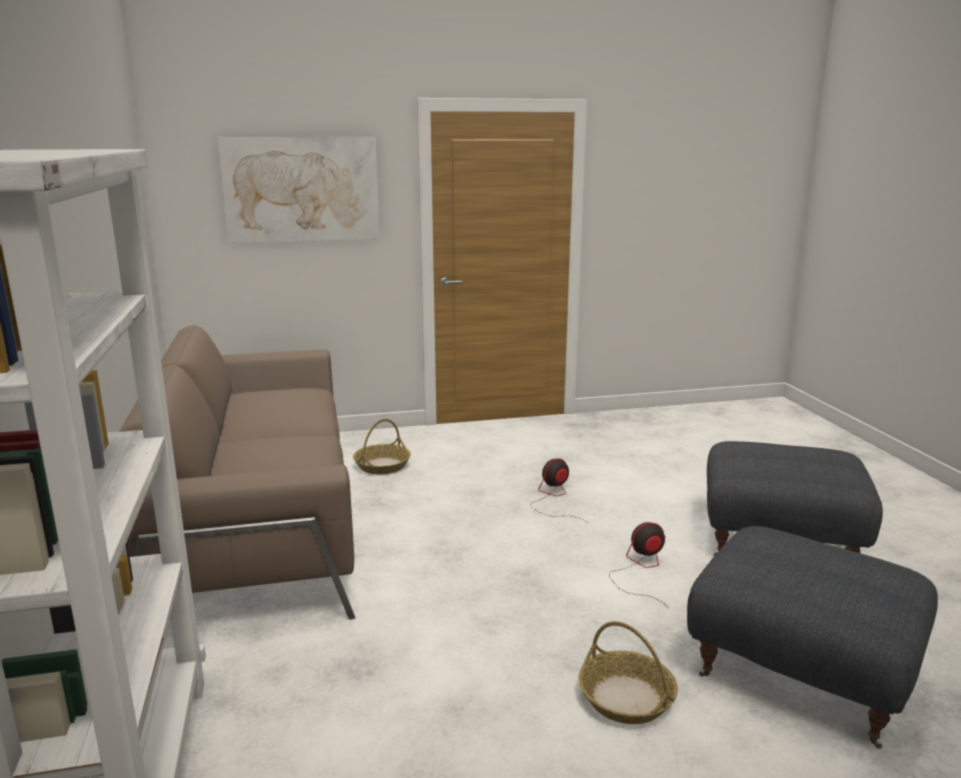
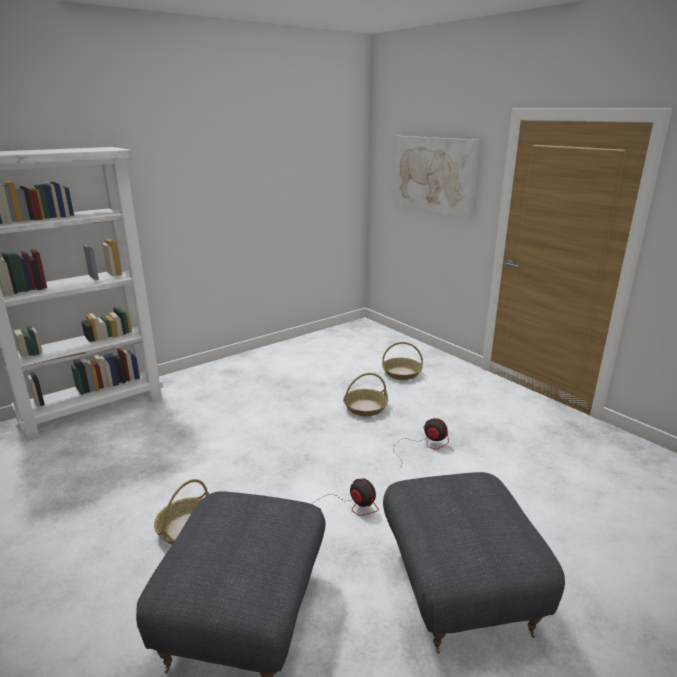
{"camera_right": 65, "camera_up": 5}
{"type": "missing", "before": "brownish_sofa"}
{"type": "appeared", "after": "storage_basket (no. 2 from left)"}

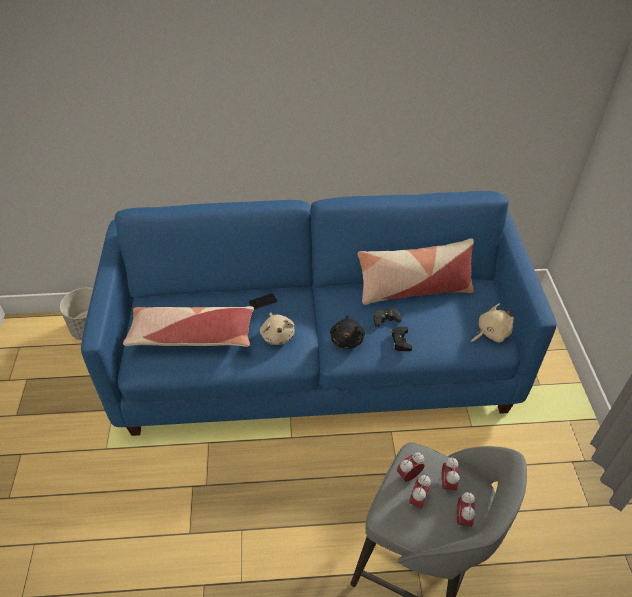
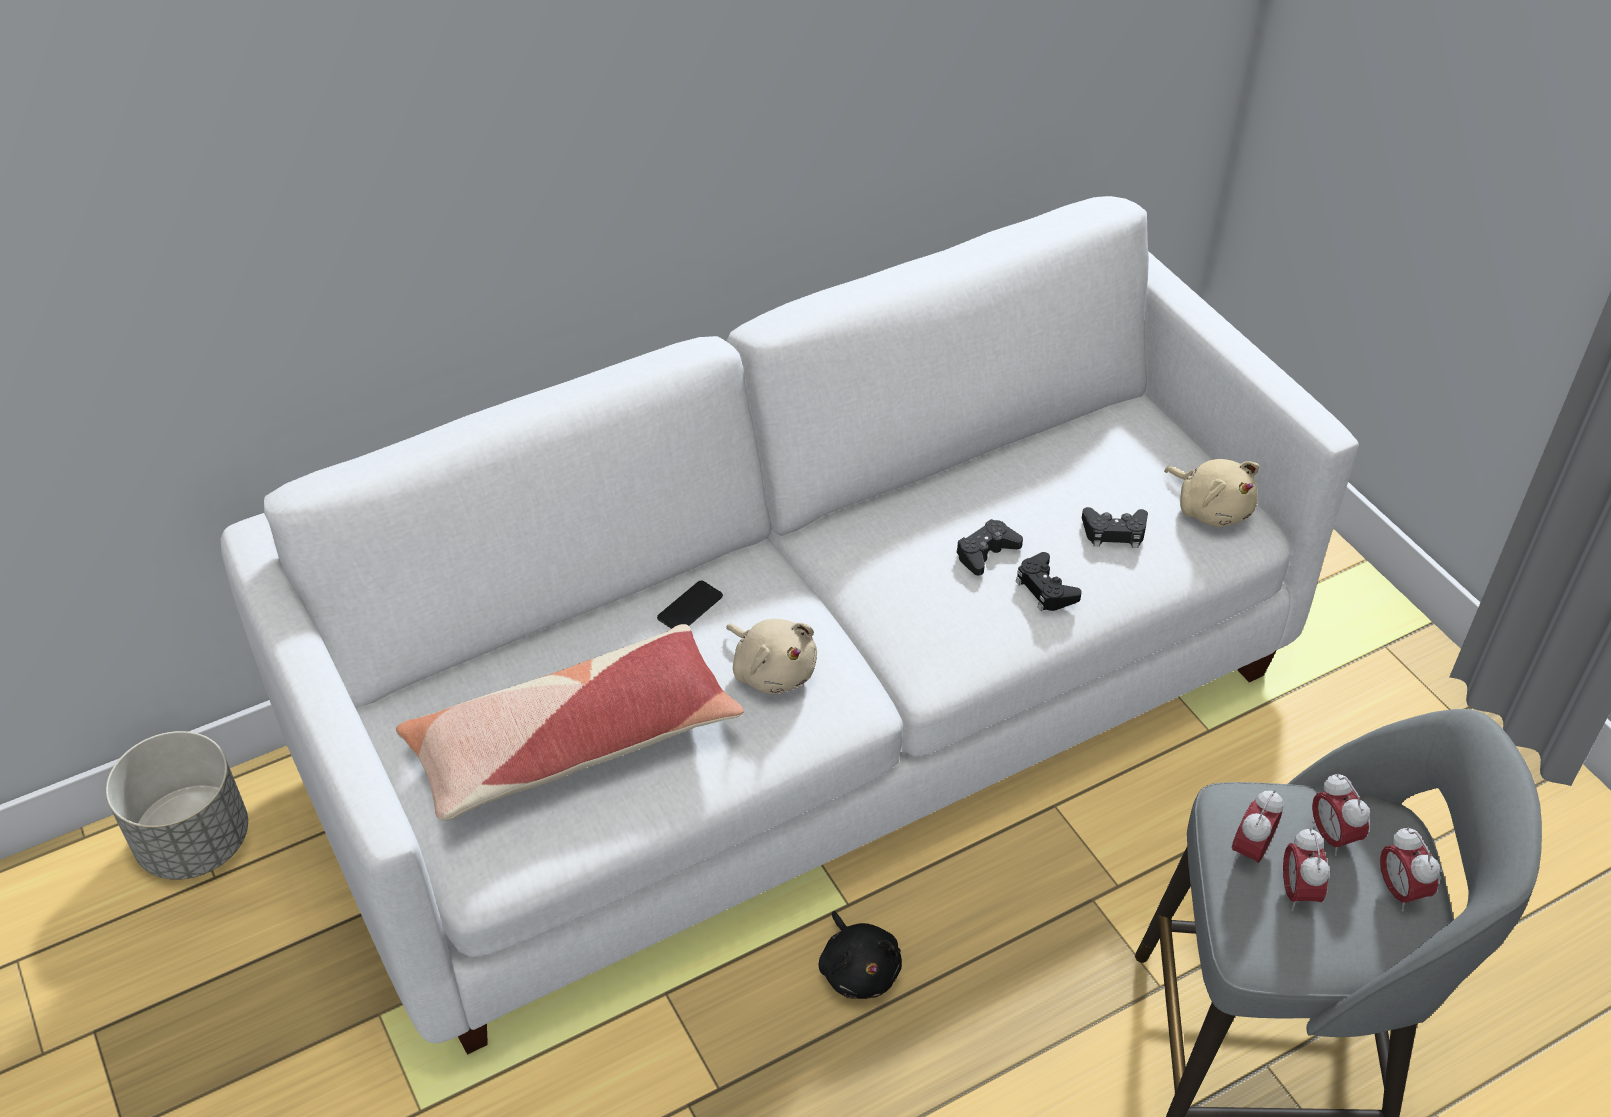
{"camera_right": -25, "camera_up": 0}
{"type": "missing", "before": "cushion (no. 2 from left)"}
{"type": "appeared", "after": "black_joypad (no. 3 from left)"}
{"type": "relocated", "before": "black_plush_toy"}
{"type": "colour", "before": "bluish_sofa", "after": "white_sofa"}
{"type": "spun", "before": "beige_plush_toy (no. 2 from left)", "turn": 105}

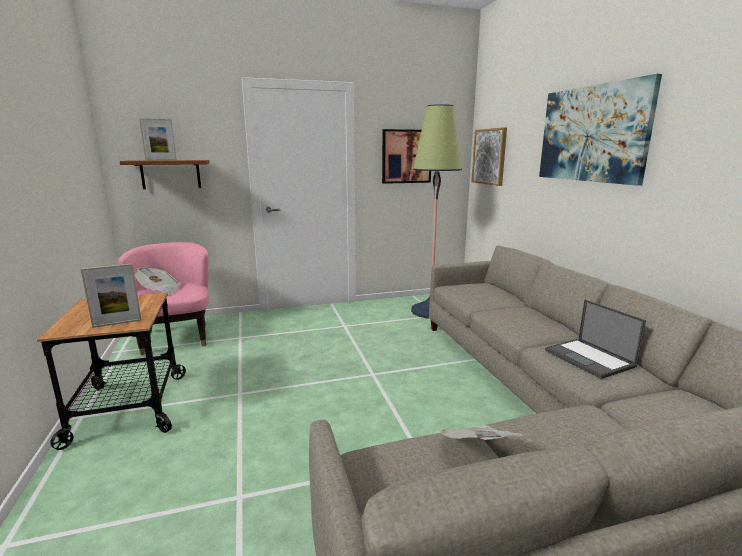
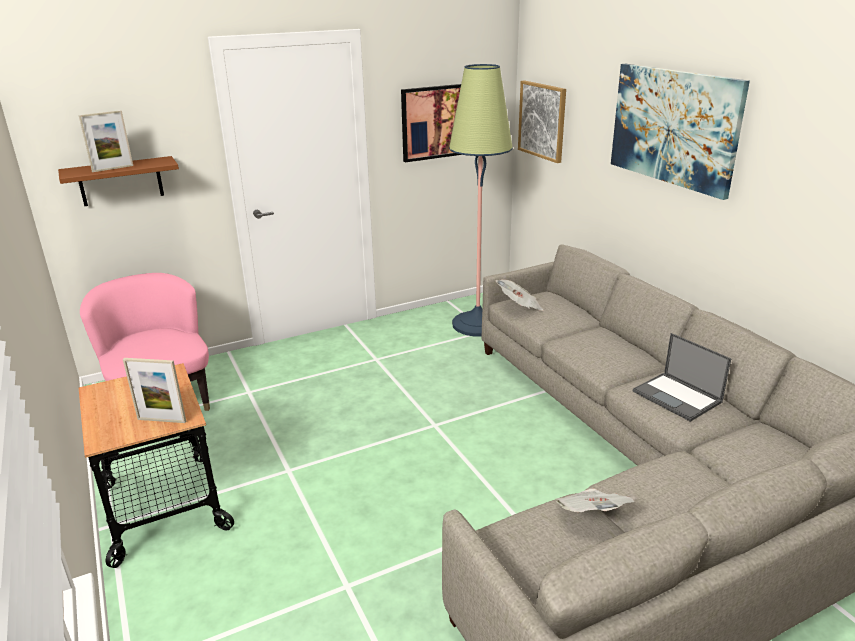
{"camera_right": -10, "camera_up": 10}
{"type": "relocated", "before": "daily_paper (no. 1 from left)"}
{"type": "spun", "before": "picture_frame (no. 1 from left in the first image)", "turn": 45}

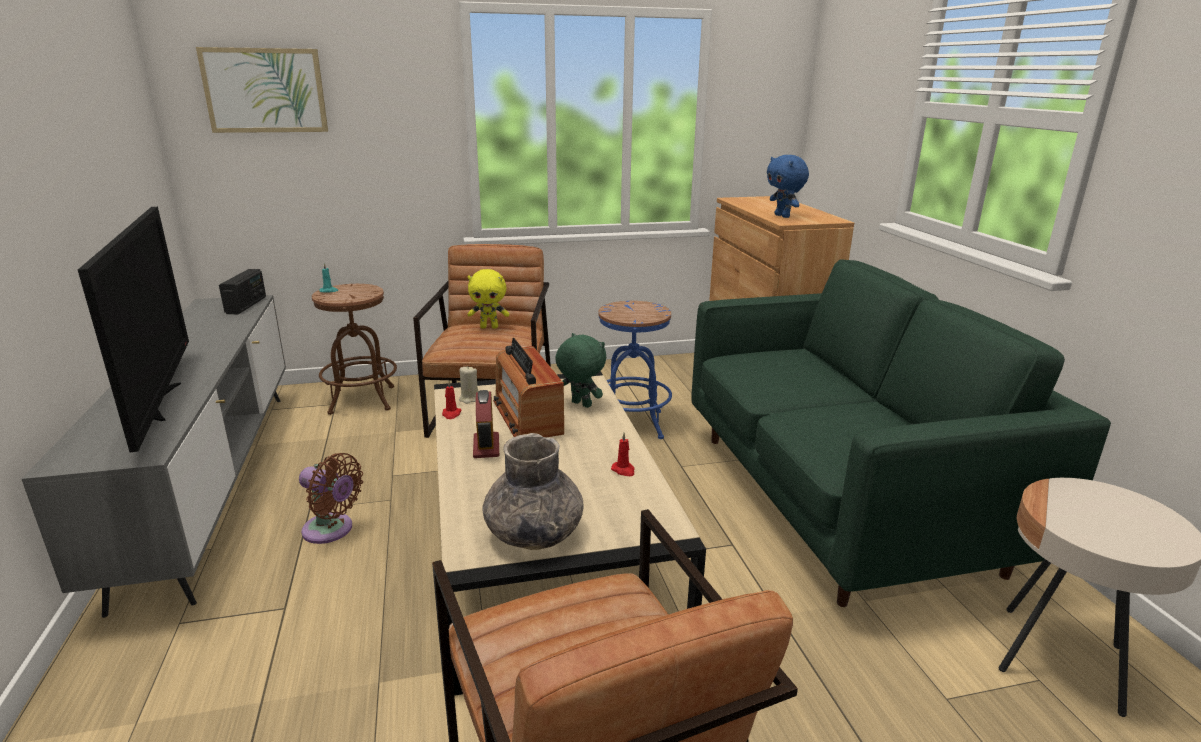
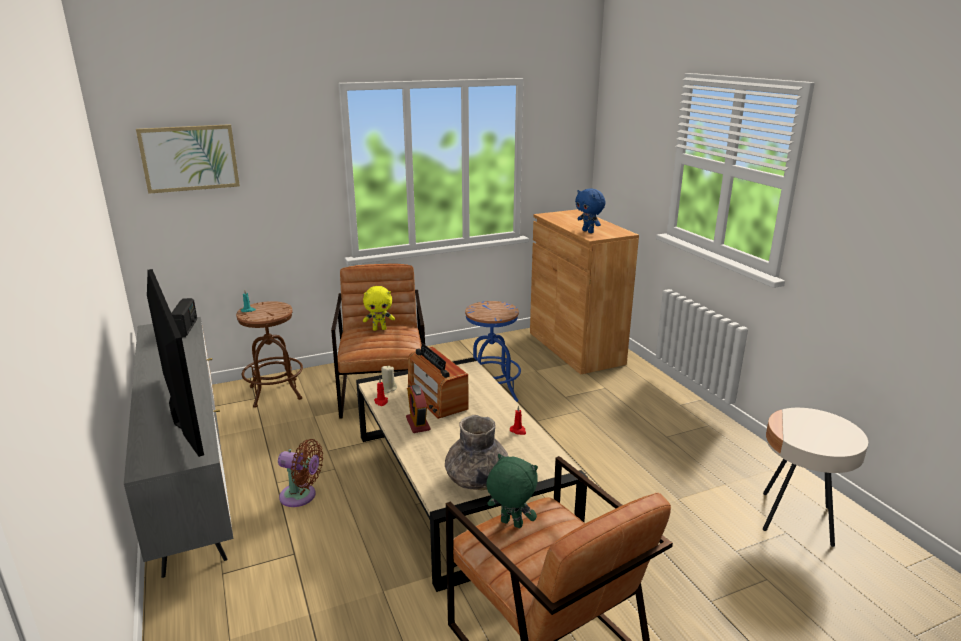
{"camera_right": -10, "camera_up": 0}
{"type": "missing", "before": "green-coloured_sofa"}
{"type": "relocated", "before": "green-coloured_plush_toy"}

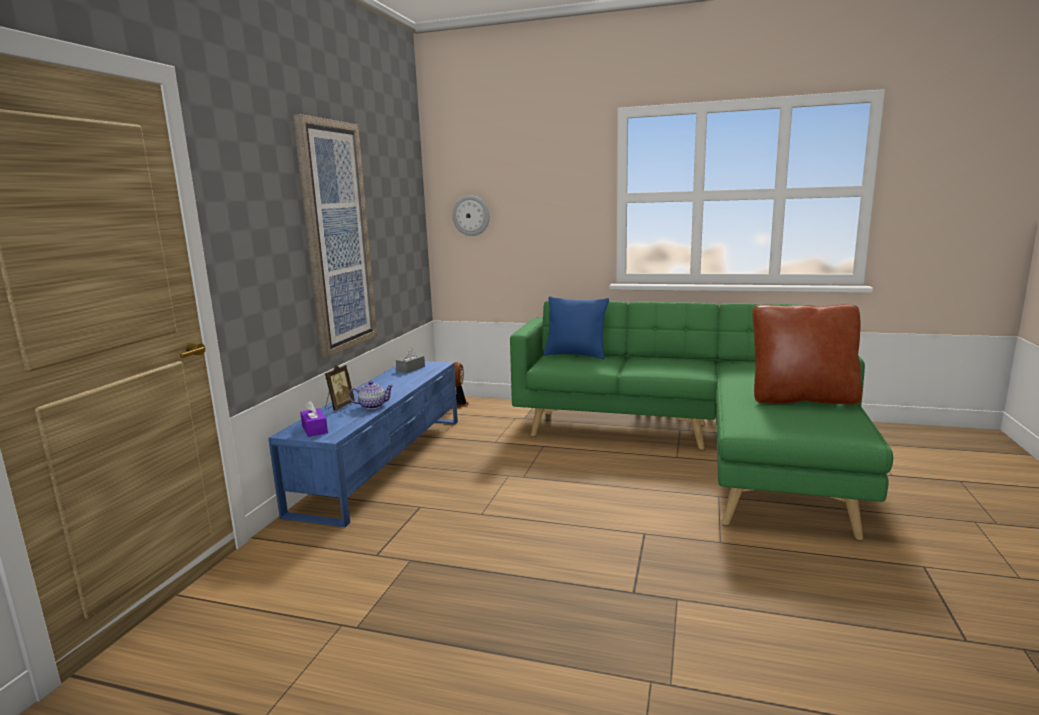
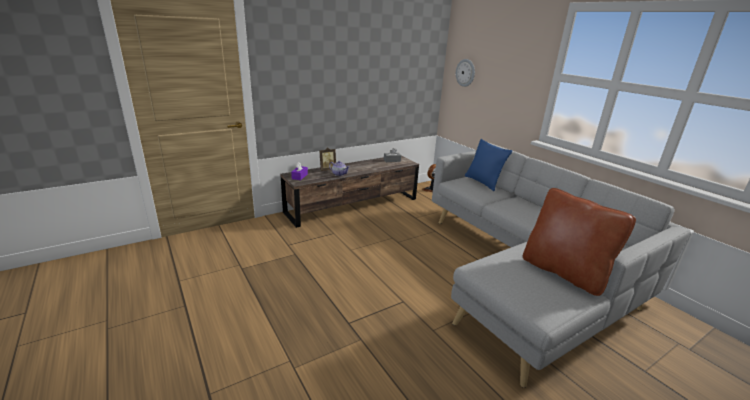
{"camera_right": 40, "camera_up": 10}
{"type": "missing", "before": "picture"}
{"type": "colour", "before": "bluish_tv_unit", "after": "brownish_tv_unit"}
{"type": "colour", "before": "green-coloured_sofa", "after": "greyish_sofa"}

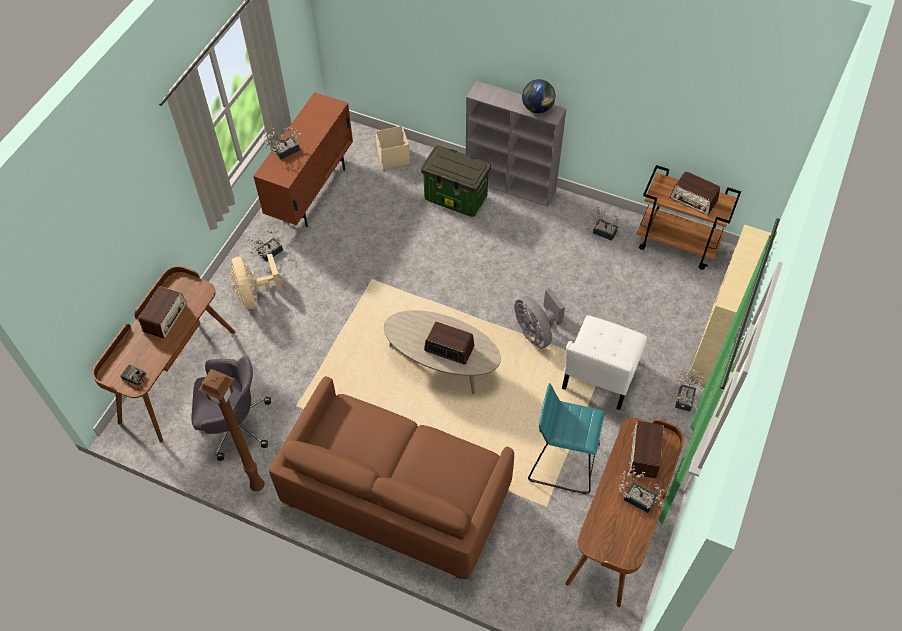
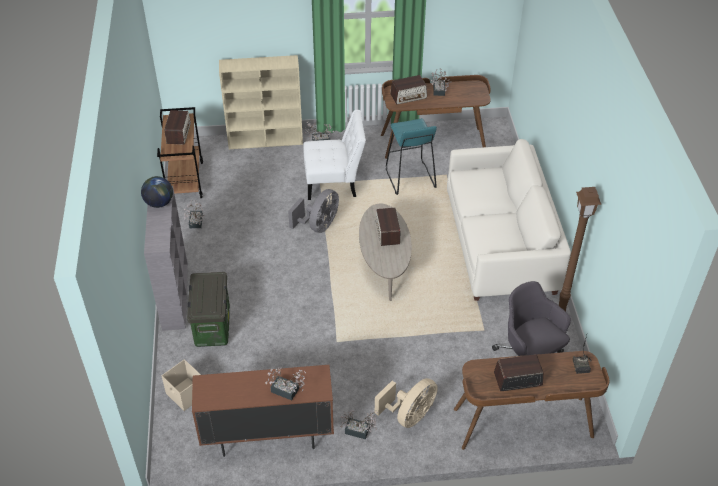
{"camera_right": -120, "camera_up": -10}
{"type": "colour", "before": "brownish_sofa", "after": "white_sofa"}

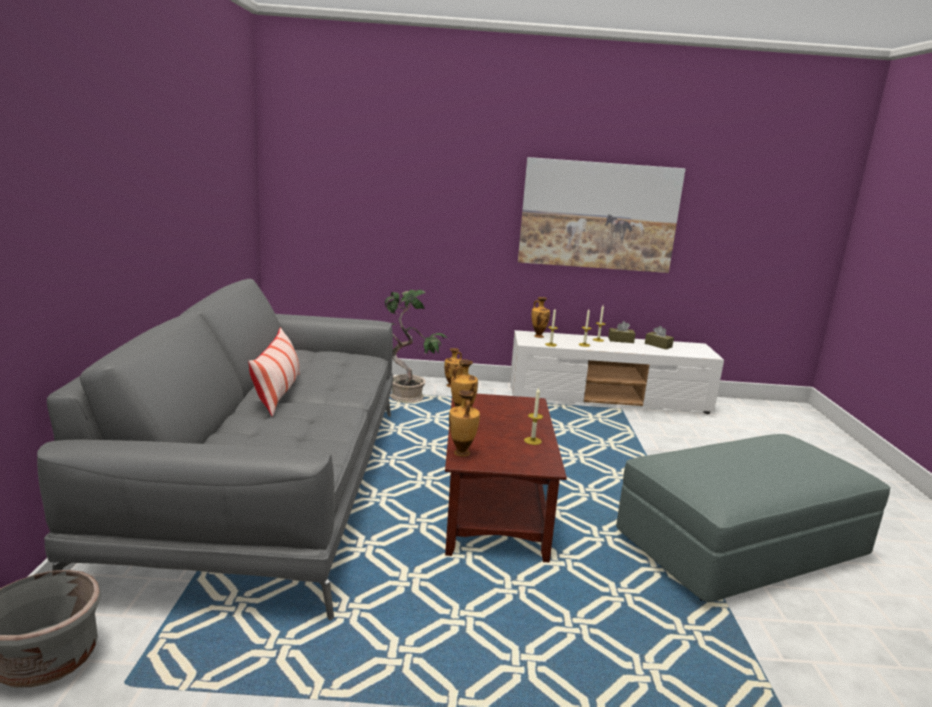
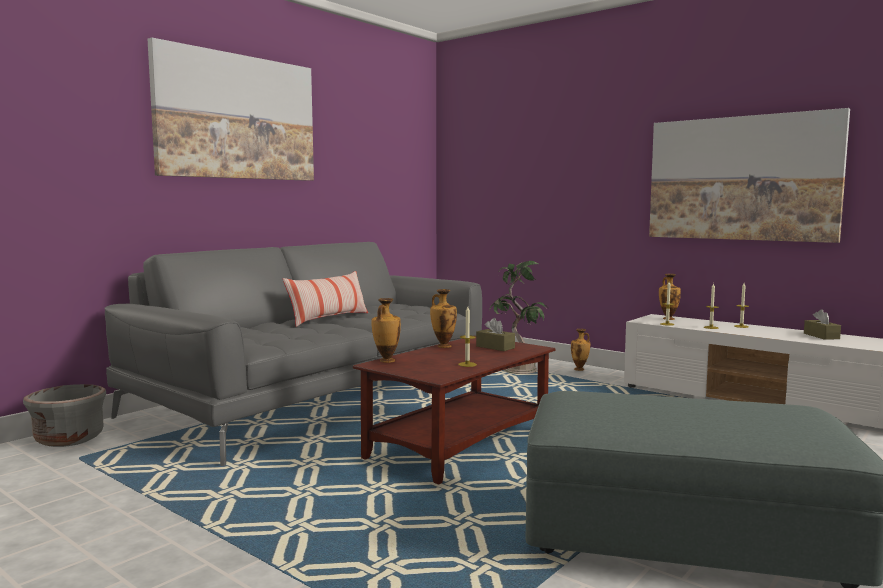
{"camera_right": 40, "camera_up": -10}
{"type": "appeared", "after": "picture (no. 1 from left)"}
{"type": "relocated", "before": "brownish_tissue_holder (no. 1 from left)"}

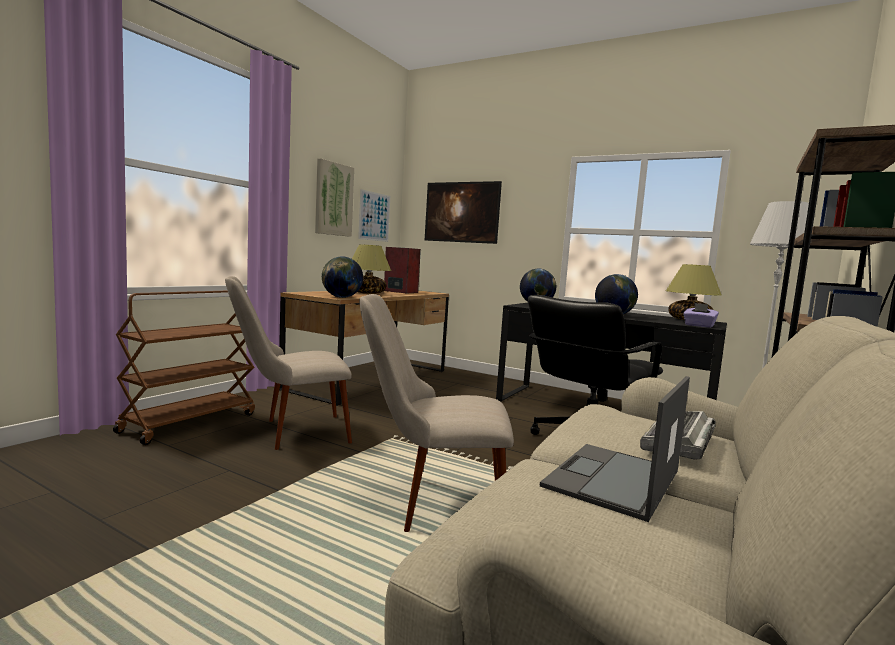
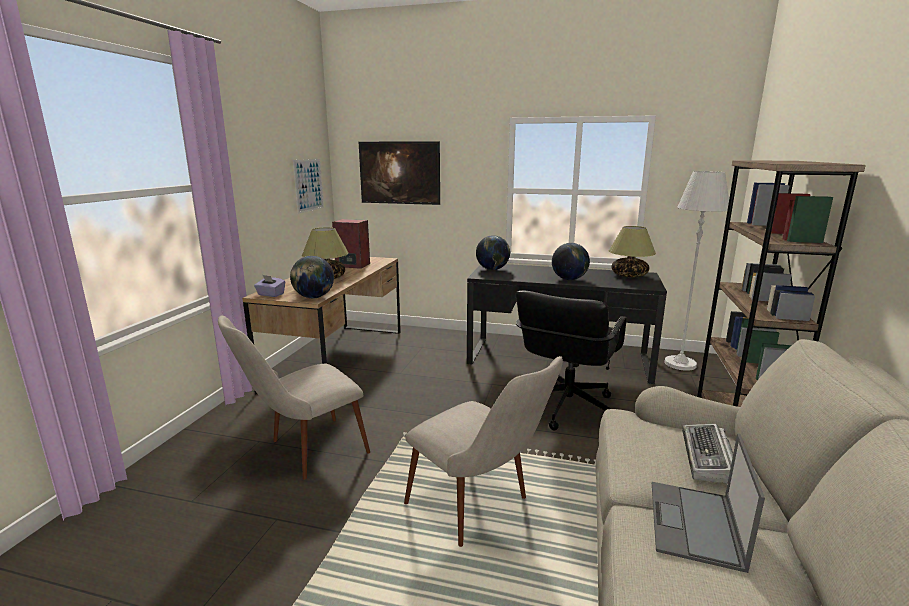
{"camera_right": -15, "camera_up": 10}
{"type": "missing", "before": "brownish_wheeled_cart"}
{"type": "missing", "before": "picture (no. 1 from left)"}
{"type": "relocated", "before": "purplish_tissue_holder"}
{"type": "spun", "before": "beige_chair (no. 2 from left)", "turn": -120}

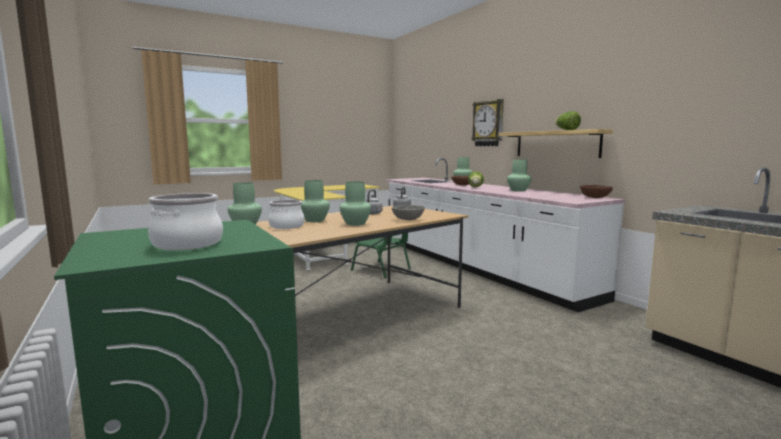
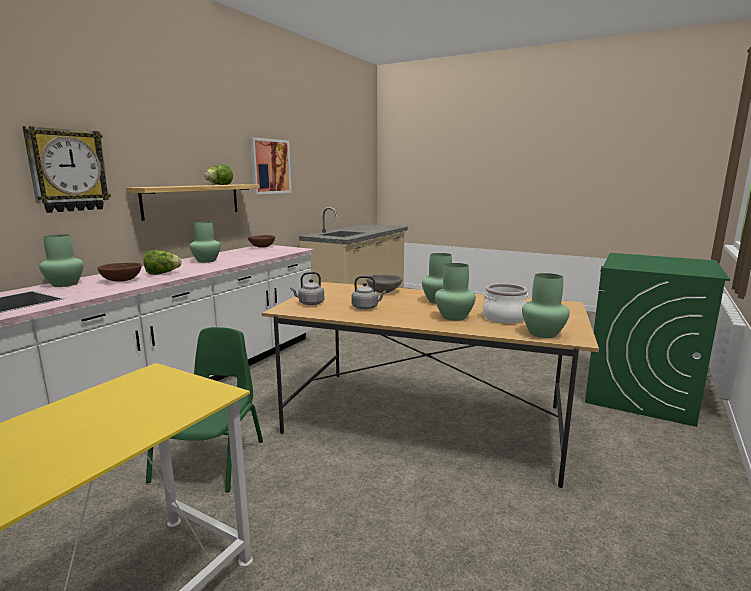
{"camera_right": -120, "camera_up": 5}
{"type": "missing", "before": "stockpot (no. 1 from left)"}
{"type": "appeared", "after": "picture"}

